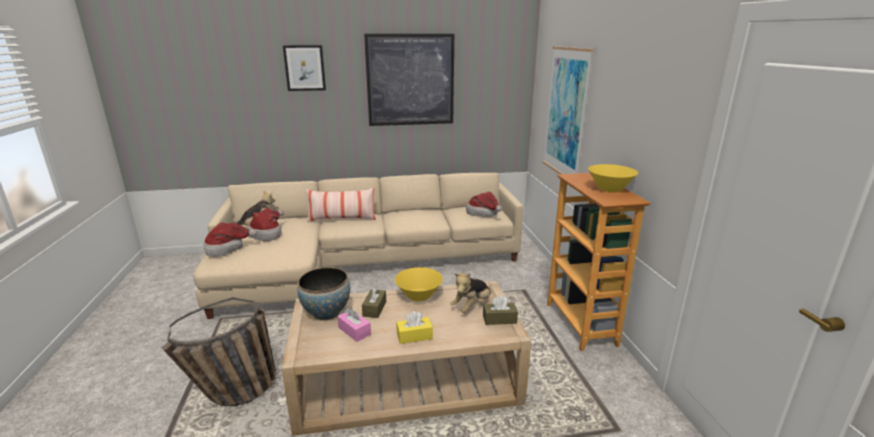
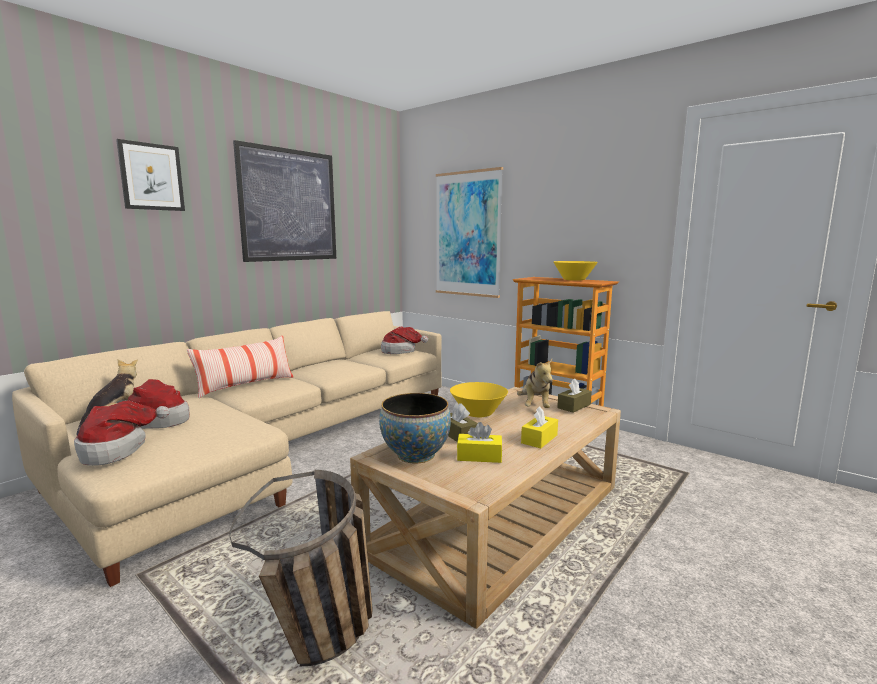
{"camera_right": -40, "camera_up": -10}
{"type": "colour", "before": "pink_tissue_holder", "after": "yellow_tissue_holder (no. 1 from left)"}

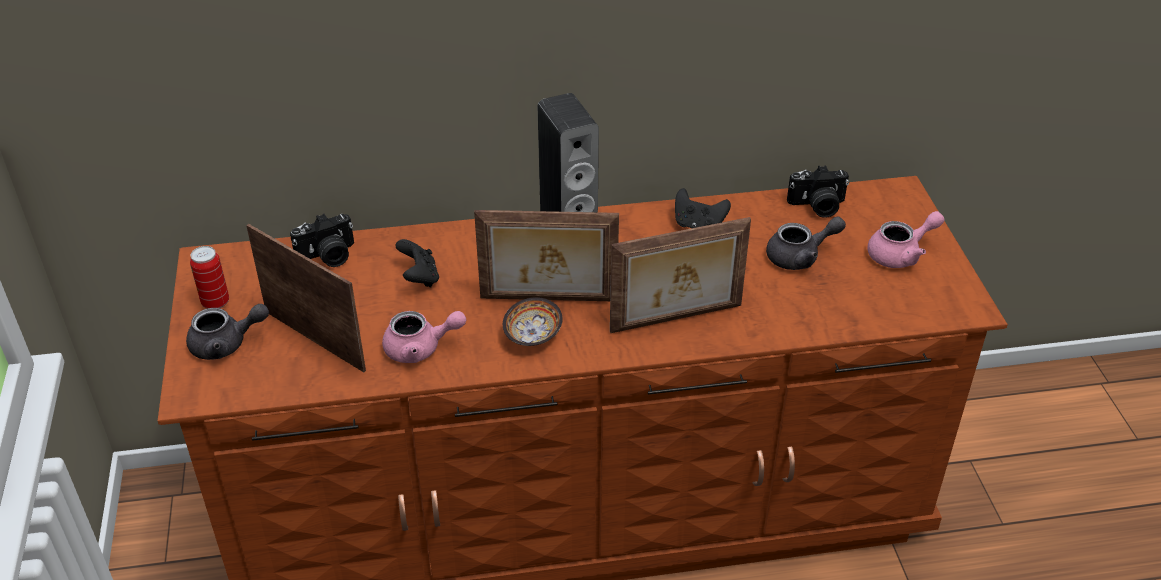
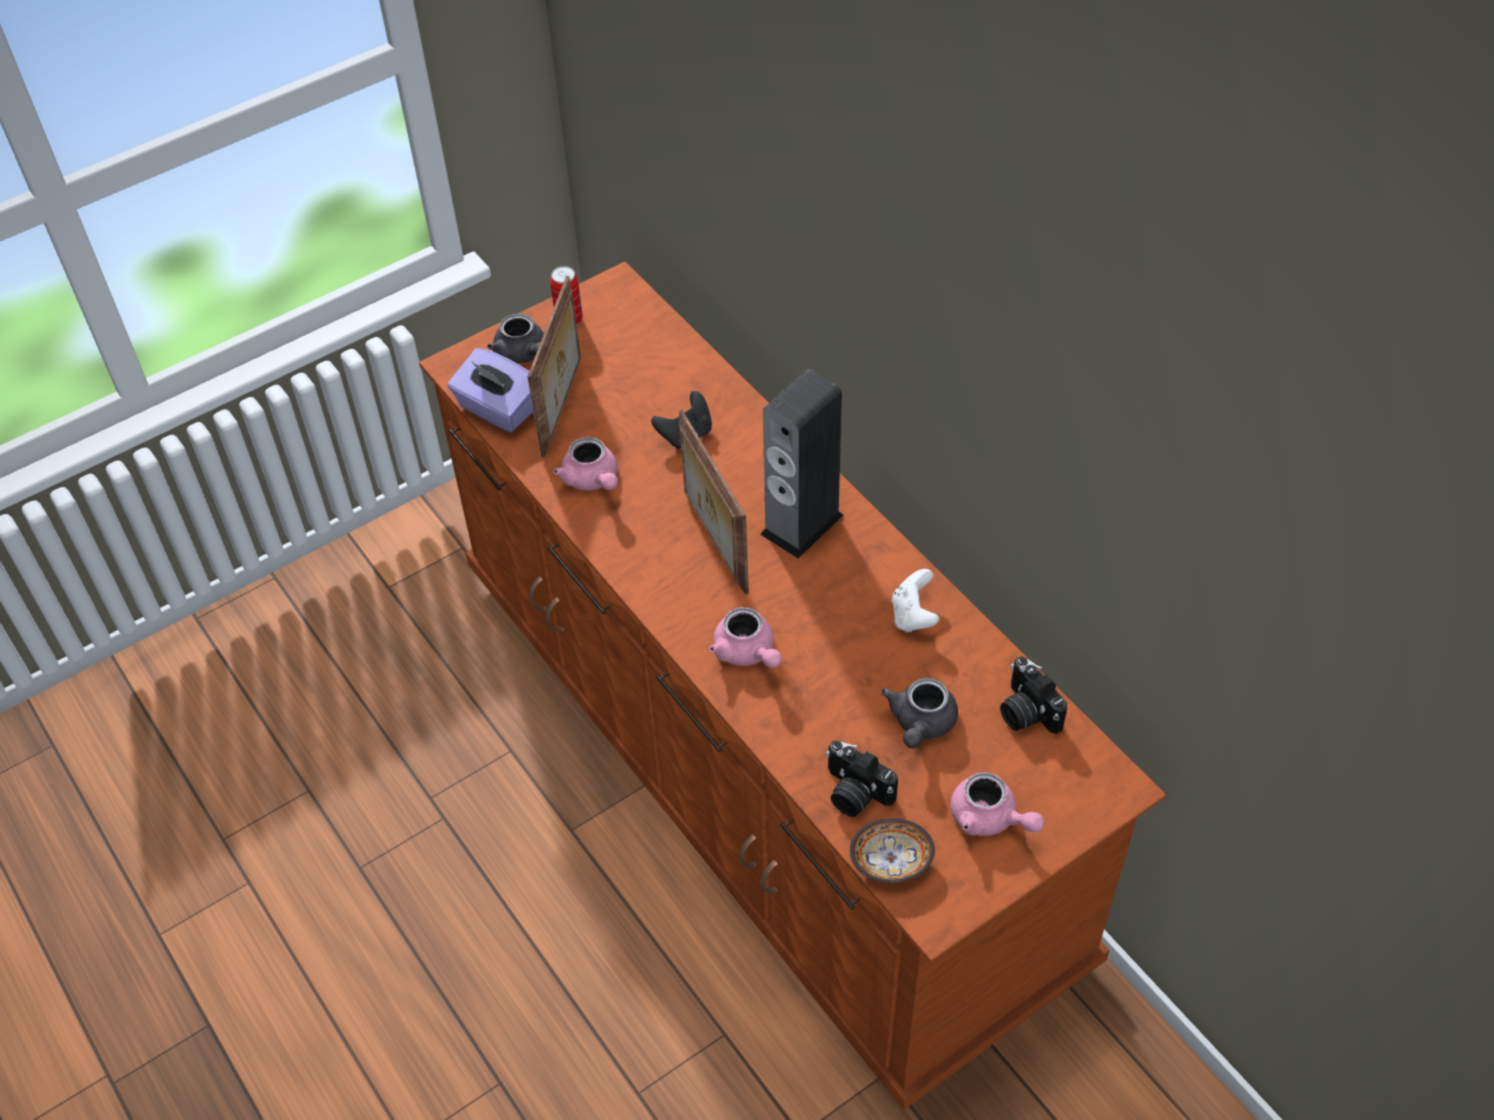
{"camera_right": 65, "camera_up": 10}
{"type": "appeared", "after": "purplish_tissue_holder"}
{"type": "relocated", "before": "still_camera (no. 1 from left)"}
{"type": "relocated", "before": "deep_dish"}
{"type": "exchanged", "before": "picture_frame (no. 3 from left)", "after": "pink_tea_pot (no. 2 from left)"}
{"type": "colour", "before": "black_joypad (no. 2 from left)", "after": "white_joypad"}
{"type": "spun", "before": "greyish_tea_pot (no. 2 from left)", "turn": 60}

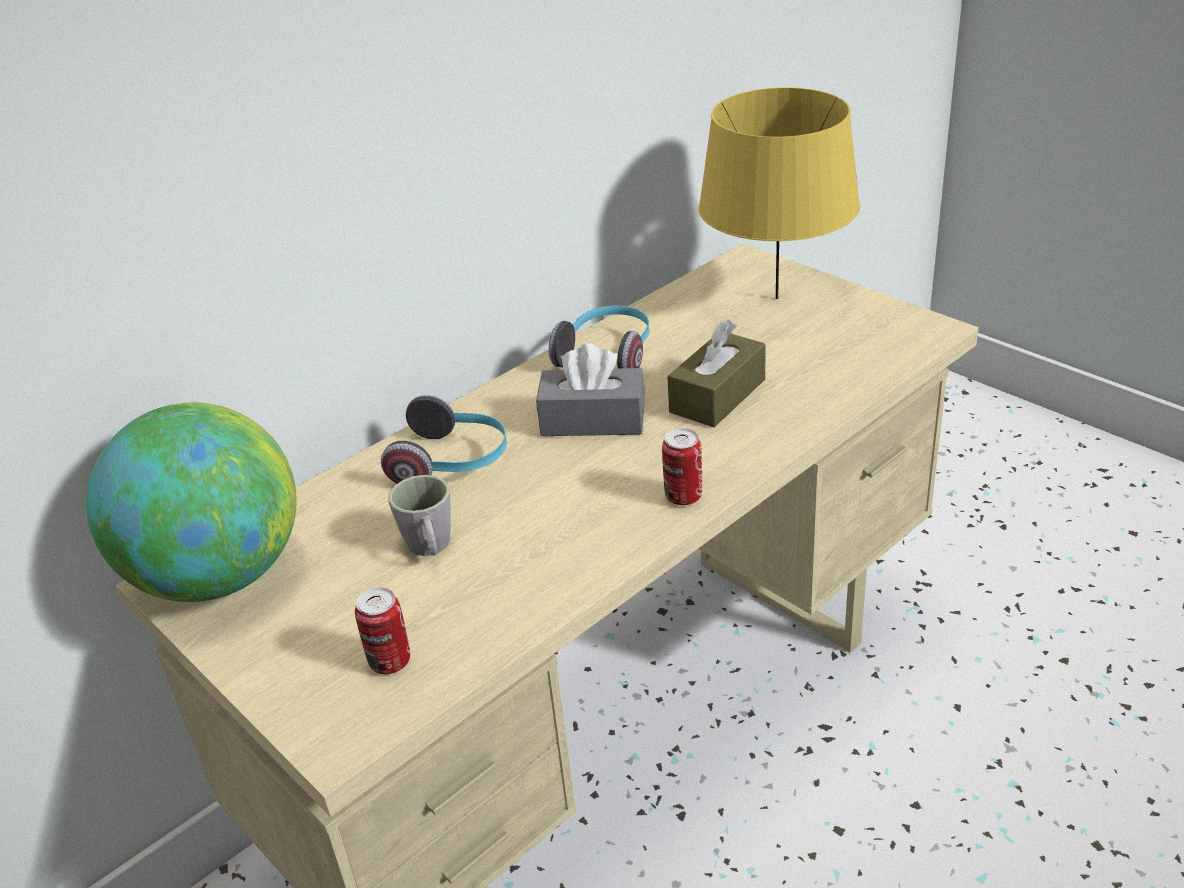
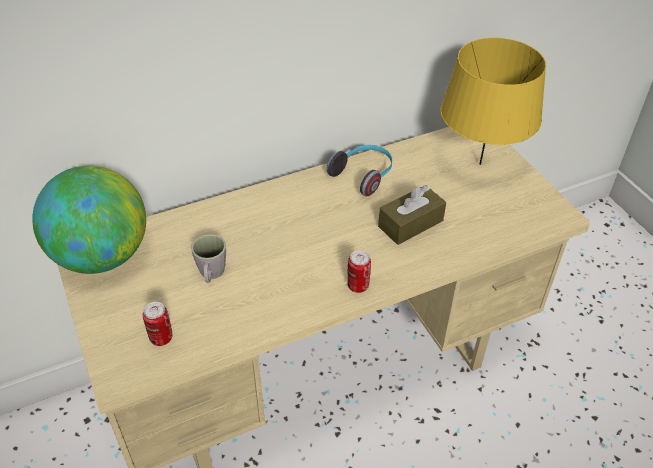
{"camera_right": 15, "camera_up": 10}
{"type": "missing", "before": "headphones (no. 1 from left)"}
{"type": "missing", "before": "greyish_tissue_holder"}

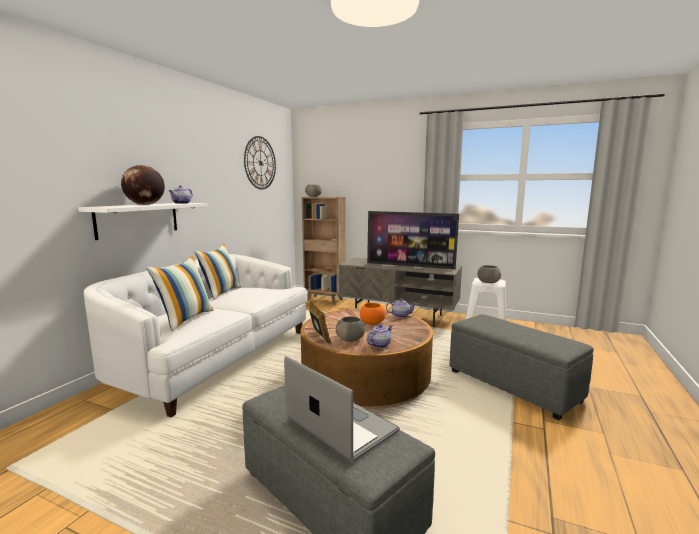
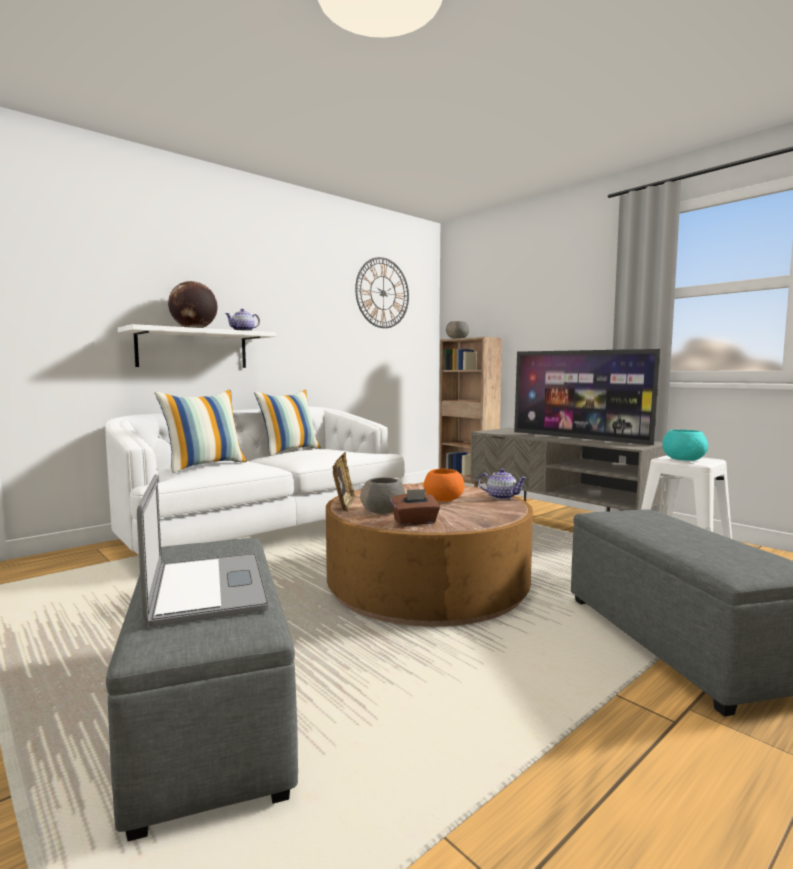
{"camera_right": 25, "camera_up": -5}
{"type": "exchanged", "before": "tea_pot (no. 2 from left)", "after": "brownish_tissue_holder"}
{"type": "colour", "before": "greyish_deep_dish (no. 3 from left)", "after": "turquoise_deep_dish"}

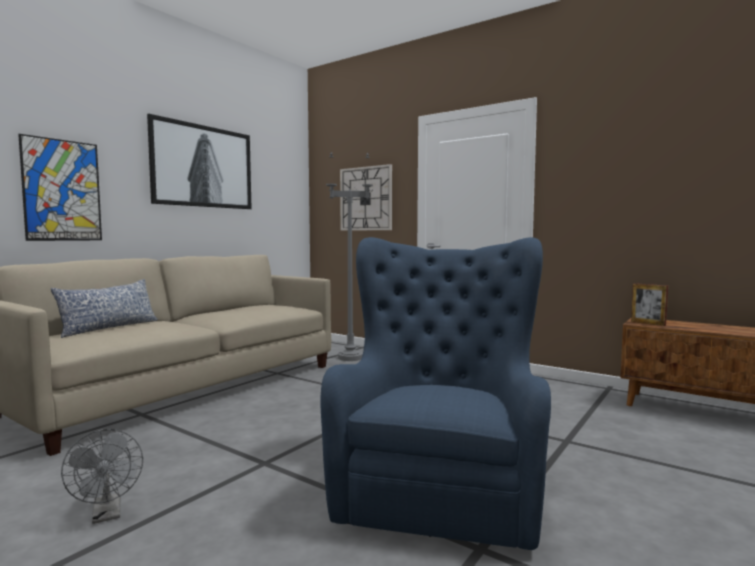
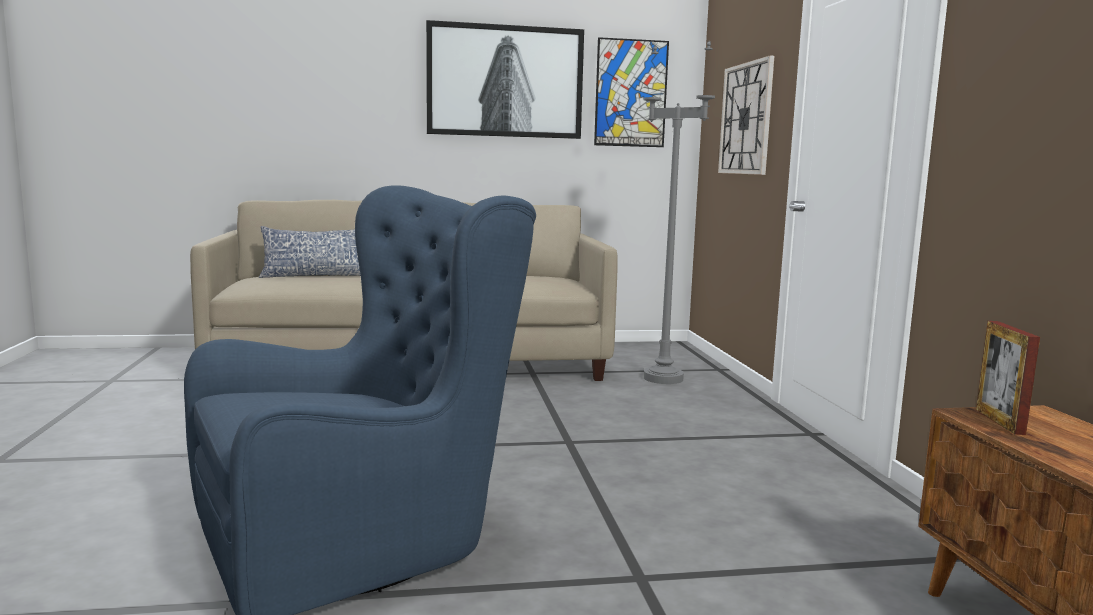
{"camera_right": 45, "camera_up": 5}
{"type": "missing", "before": "greyish_cooling_fan"}
{"type": "relocated", "before": "picture (no. 1 from left in the first image)", "after": "picture (no. 2 from left)"}

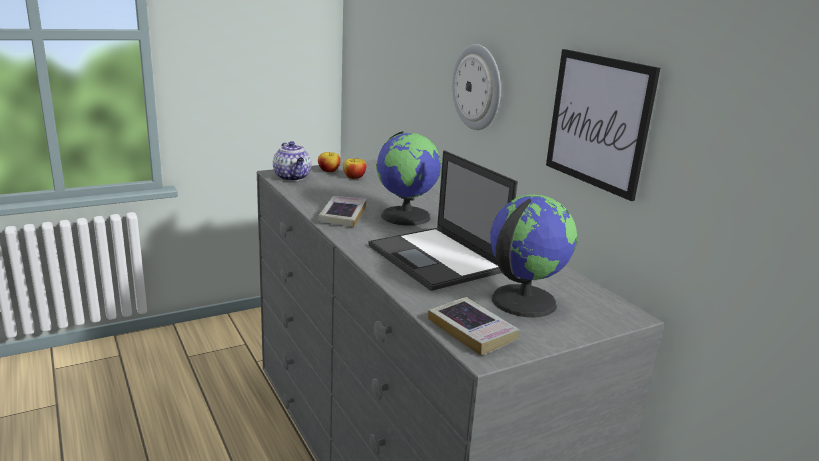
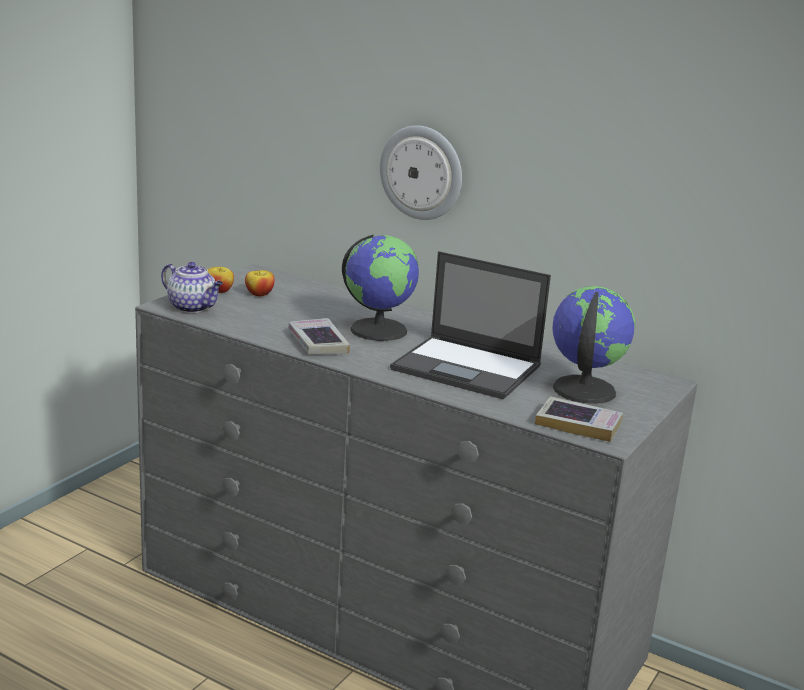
{"camera_right": -30, "camera_up": 0}
{"type": "missing", "before": "picture"}

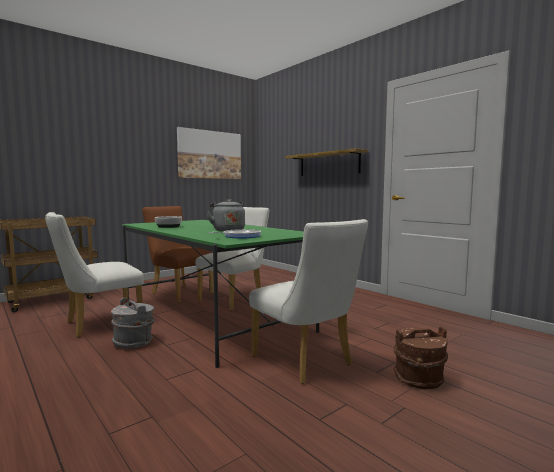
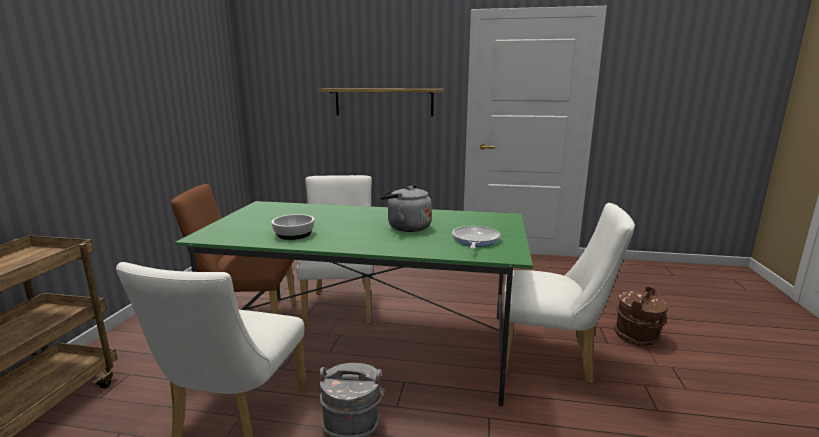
{"camera_right": -40, "camera_up": 10}
{"type": "missing", "before": "picture"}

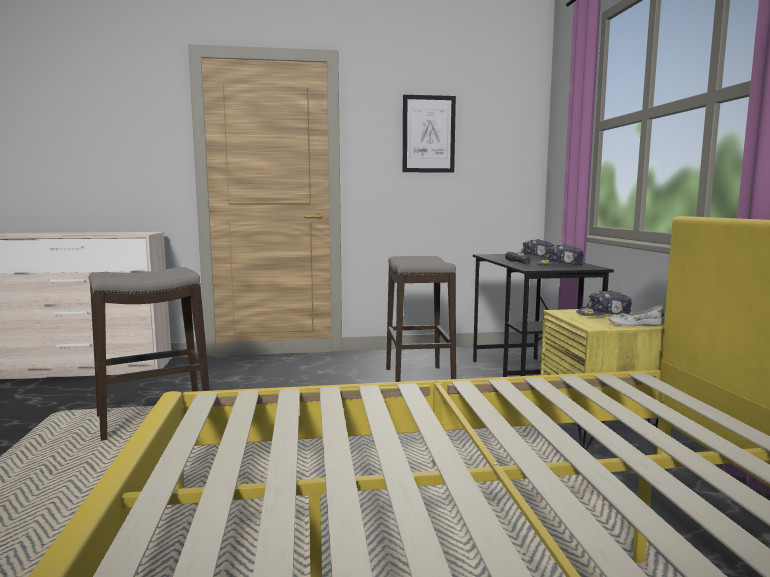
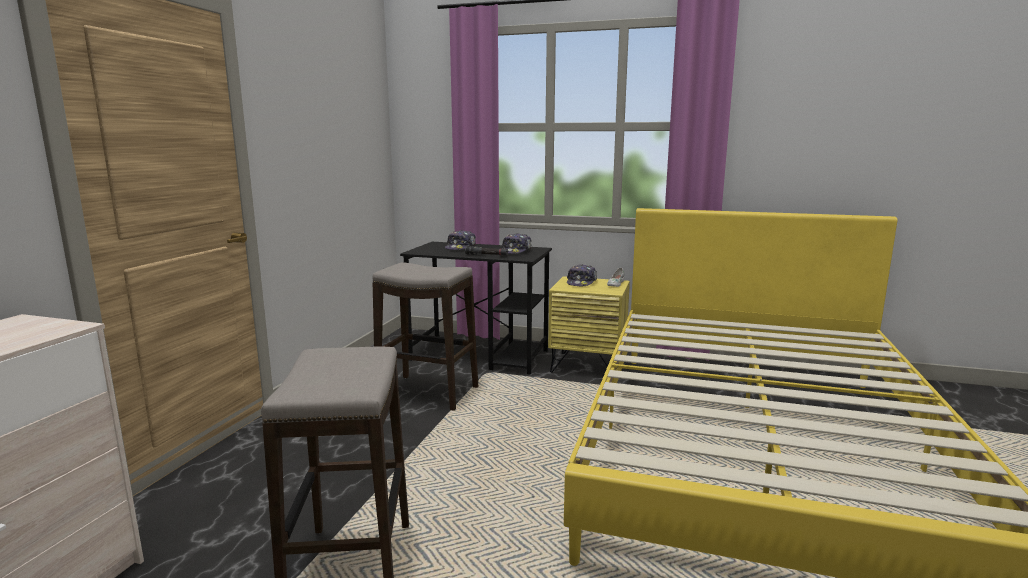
{"camera_right": -65, "camera_up": 5}
{"type": "missing", "before": "picture"}

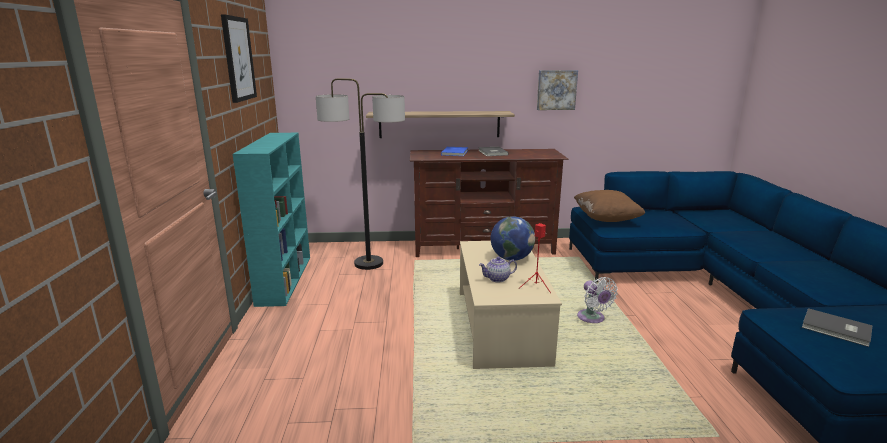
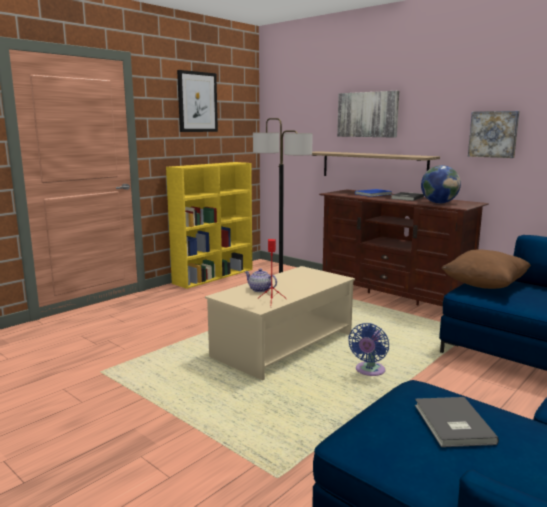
{"camera_right": 45, "camera_up": -5}
{"type": "appeared", "after": "picture (no. 2 from left)"}
{"type": "relocated", "before": "world_globe"}
{"type": "colour", "before": "turquoise_bookshelf", "after": "yellow_bookshelf"}
{"type": "colour", "before": "white_cooling_fan", "after": "bluish_cooling_fan"}

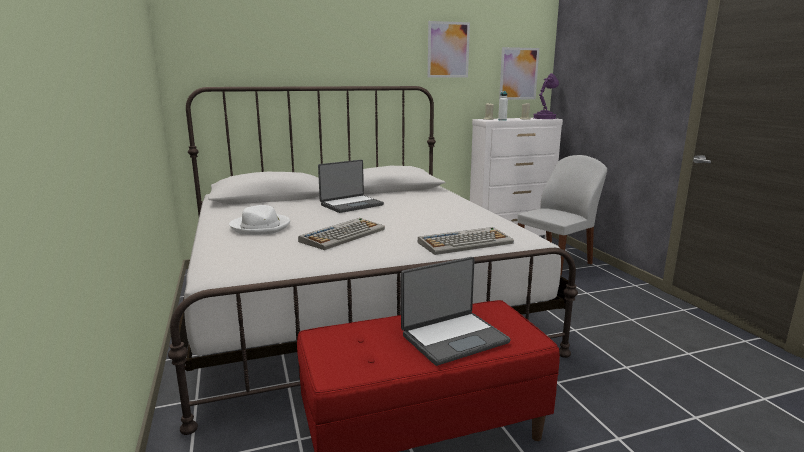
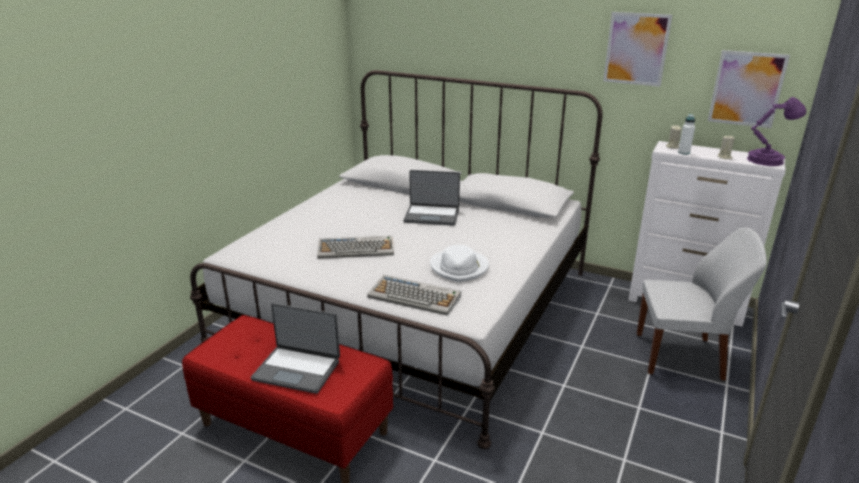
{"camera_right": 45, "camera_up": 10}
{"type": "relocated", "before": "white_hat"}

